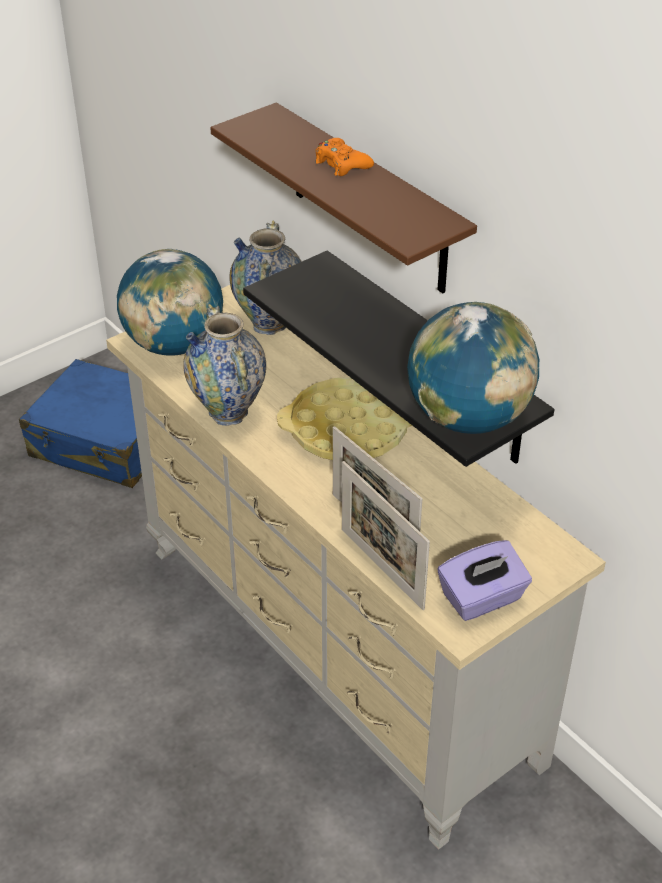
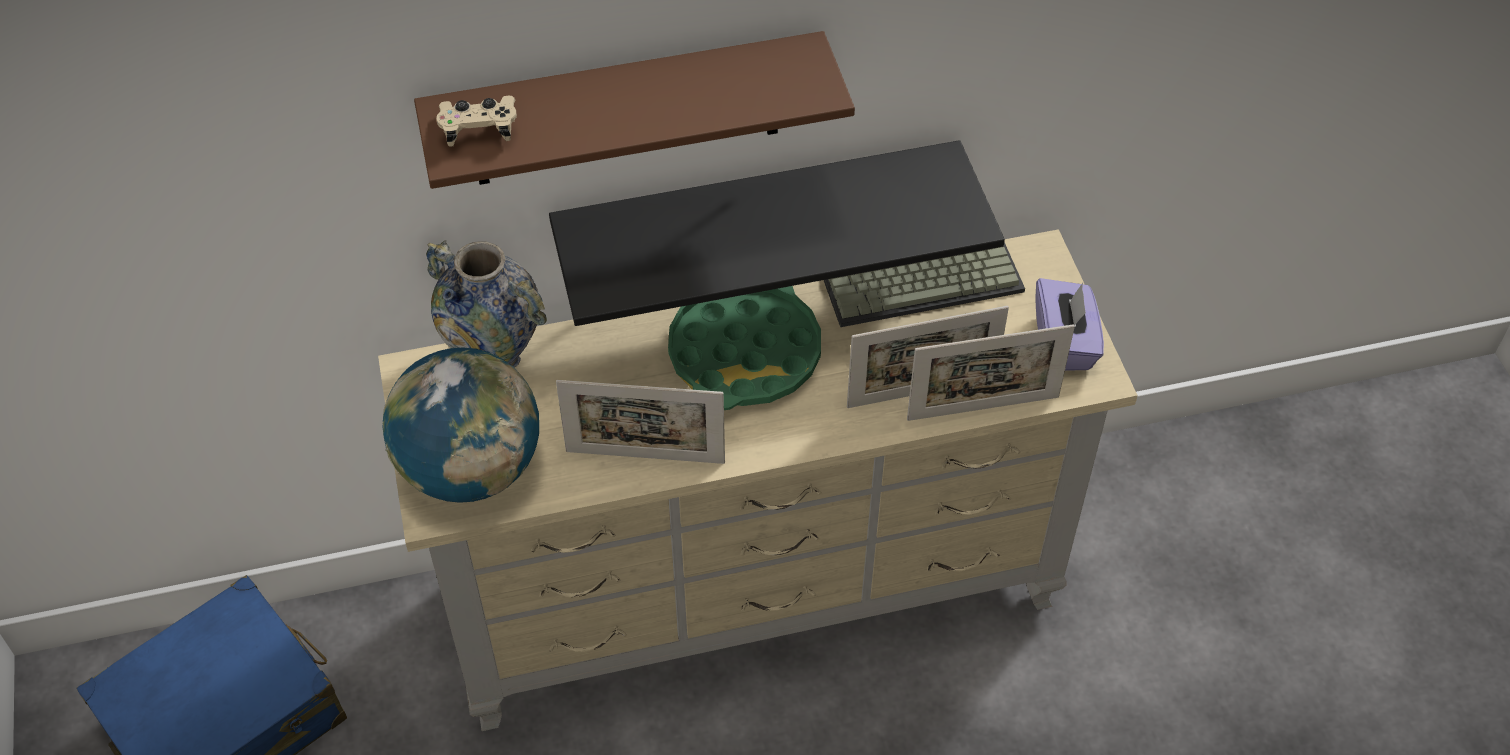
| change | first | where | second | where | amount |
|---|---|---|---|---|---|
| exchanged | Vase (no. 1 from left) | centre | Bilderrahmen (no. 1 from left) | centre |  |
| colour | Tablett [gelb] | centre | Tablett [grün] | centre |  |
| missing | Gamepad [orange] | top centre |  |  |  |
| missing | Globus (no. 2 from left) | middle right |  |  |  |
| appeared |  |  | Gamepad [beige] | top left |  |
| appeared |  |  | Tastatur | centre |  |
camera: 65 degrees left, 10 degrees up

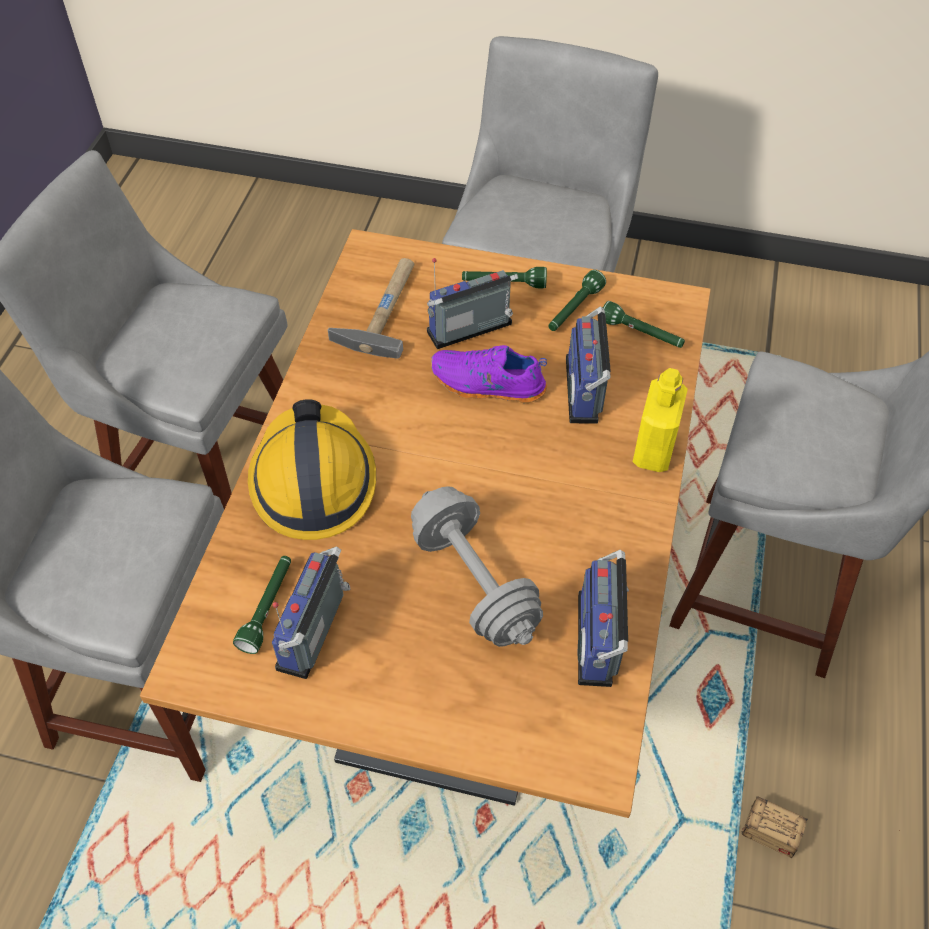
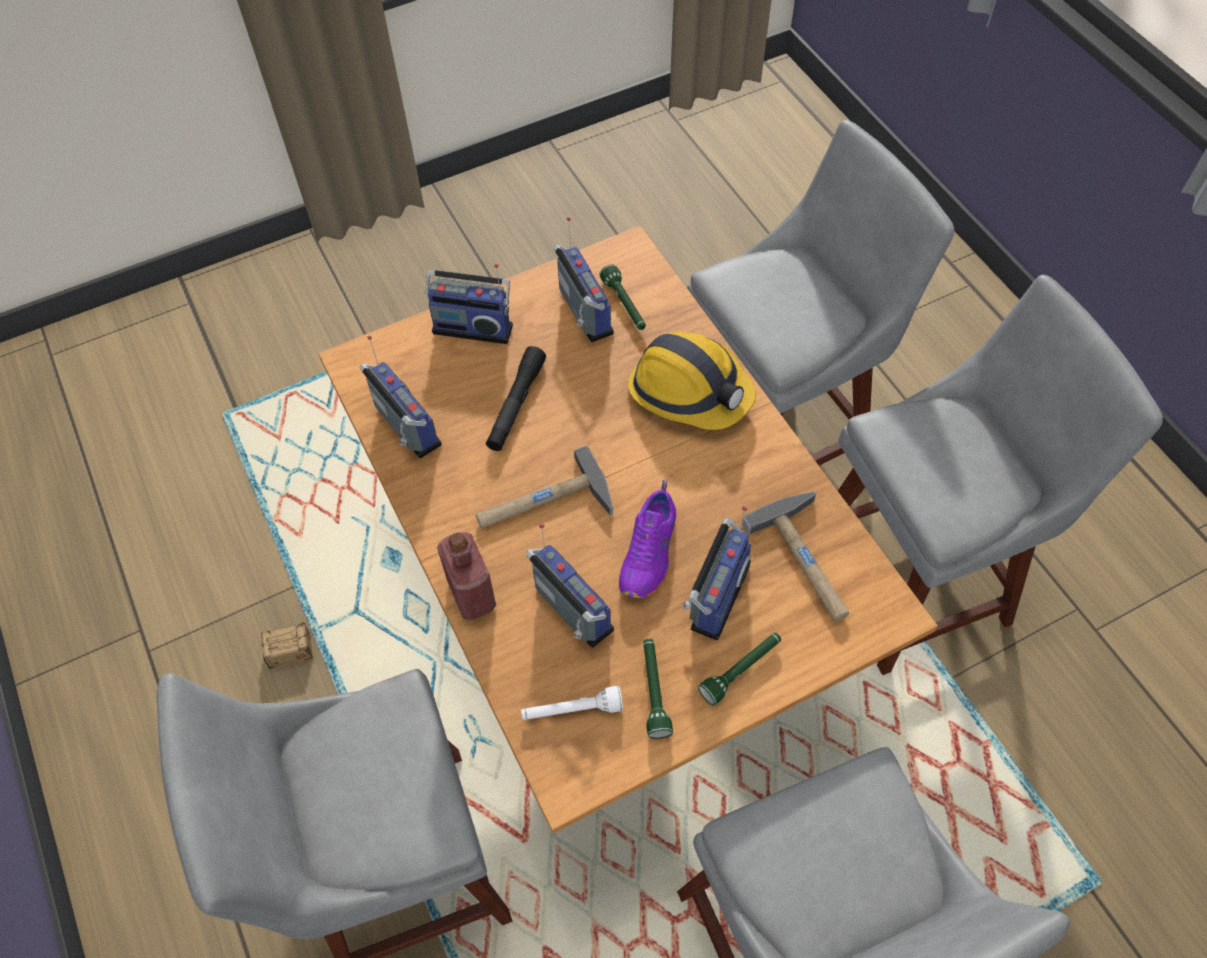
| change | first | where | second | where | amount |
|---|---|---|---|---|---|
| exchanged | Hantel [grau] | centre | Taschenlampe [schwarz] | centre |  |
| spun | Schuh [lila] | centre |  | centre | 135 degrees clockwise |
| colour | Taschenlampe [grün] (no. 4 from left) | middle right | Taschenlampe [weiß] | bottom centre |  |
| colour | Flasche [gelb] | middle right | Flasche [rot] | centre |  |
| appeared |  |  | Radio (no. 2 from left) | top centre |  |
| appeared |  |  | Hammer (no. 1 from left) | centre |  |
camera: 140 degrees right, 5 degrees up

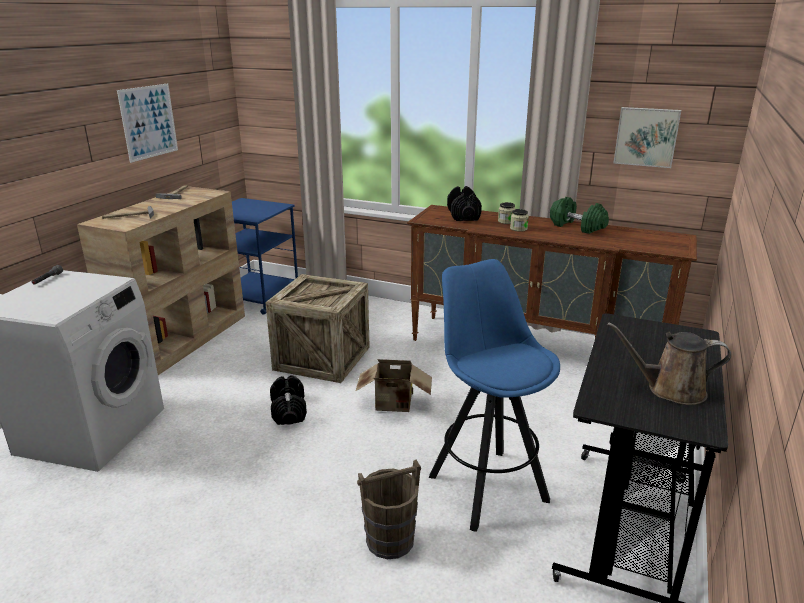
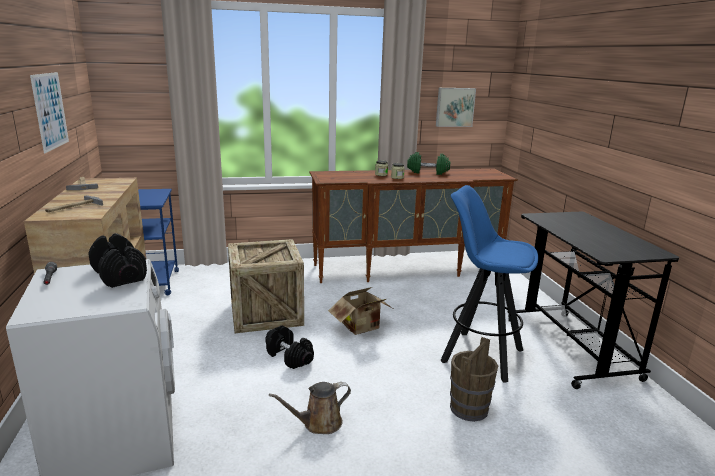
| change | first | where | second | where | amount |
|---|---|---|---|---|---|
| relocated | Hantel [schwarz] (no. 2 from left in the first image) | centre | Hantel [schwarz] (no. 1 from left) | middle left |  |
| relocated | Gießkanne [braun] | middle right |  | bottom centre |  |
camera: 35 degrees left, 5 degrees down

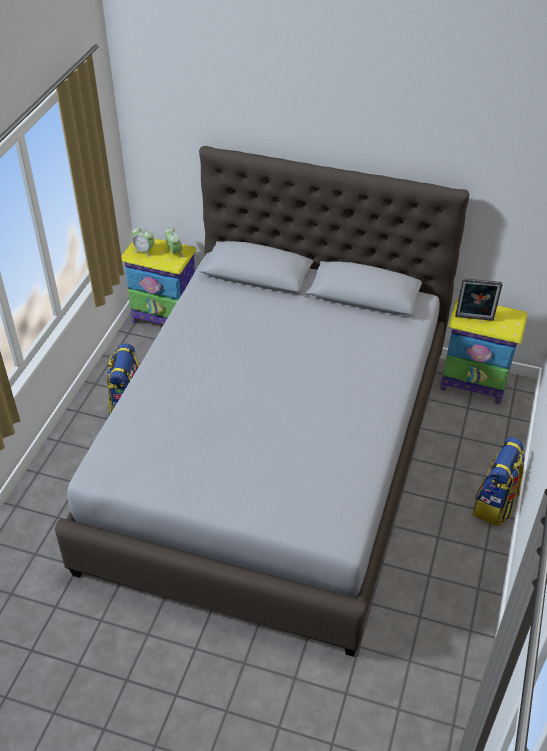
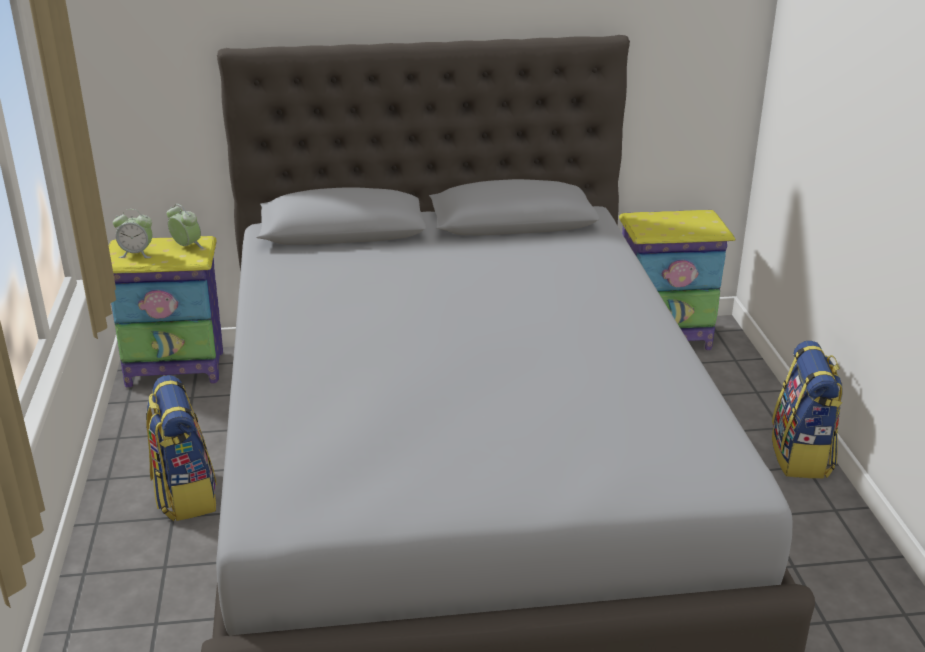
| change | first | where | second | where | amount |
|---|---|---|---|---|---|
| missing | Bilderrahmen | middle right |  |  |  |
camera: 25 degrees left, 15 degrees down

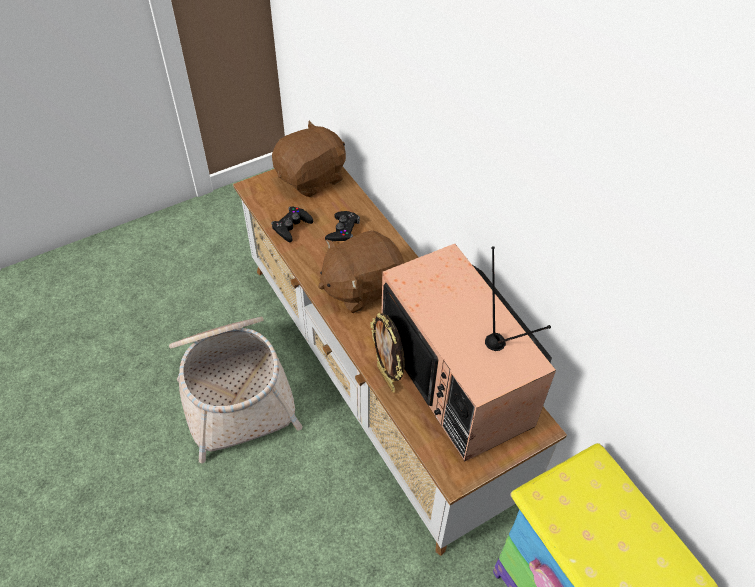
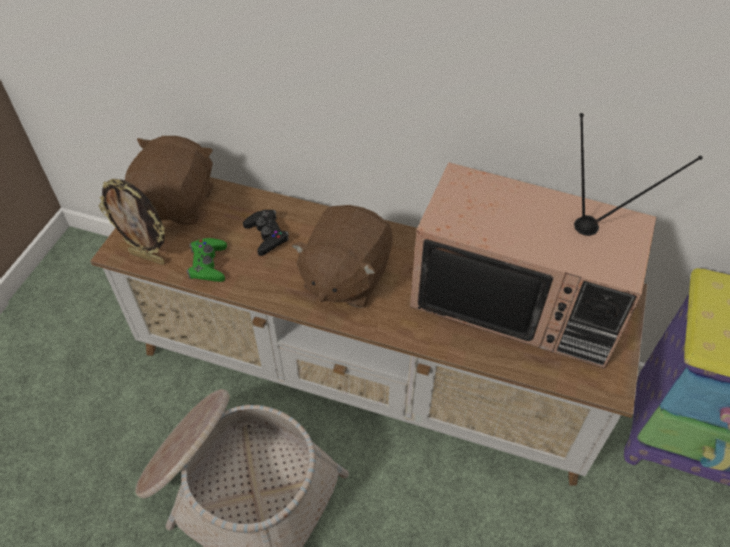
| change | first | where | second | where | amount |
|---|---|---|---|---|---|
| colour | Gamepad [schwarz] (no. 1 from left) | centre | Gamepad [grün] | middle left |  |
| relocated | Bilderrahmen | centre |  | middle left |  |
camera: 40 degrees left, 0 degrees up

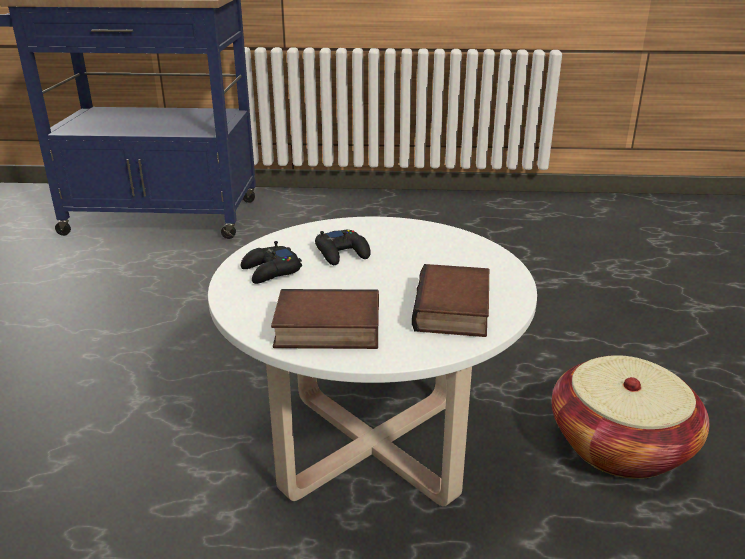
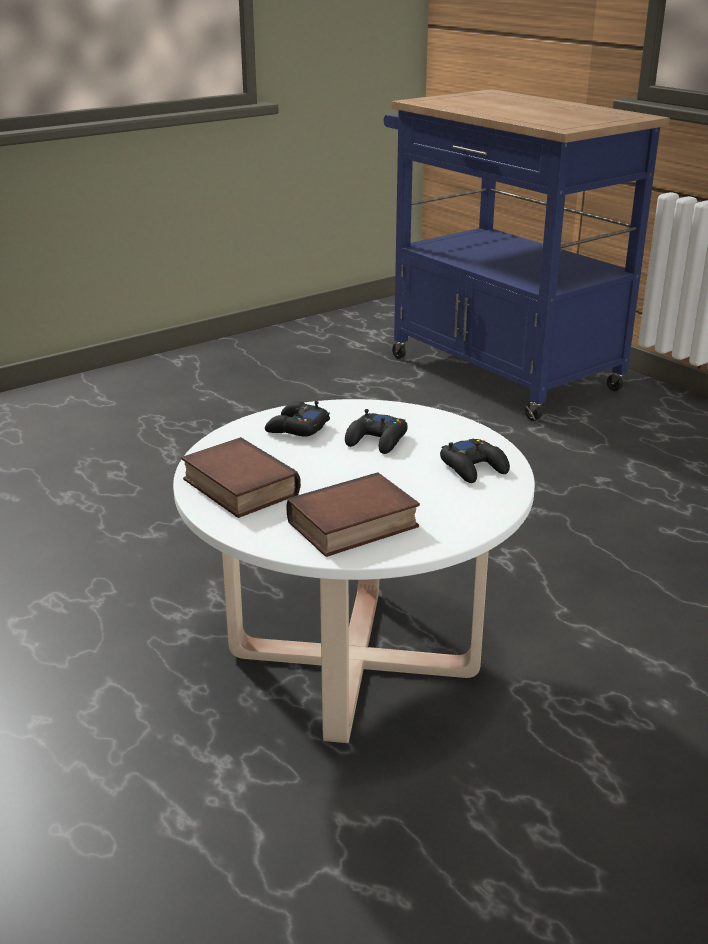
| change | first | where | second | where | amount |
|---|---|---|---|---|---|
| missing | Korb | bottom right |  |  |  |
| appeared |  |  | Gamepad [schwarz] (no. 3 from left) | middle right |  |
camera: 50 degrees right, 0 degrees up

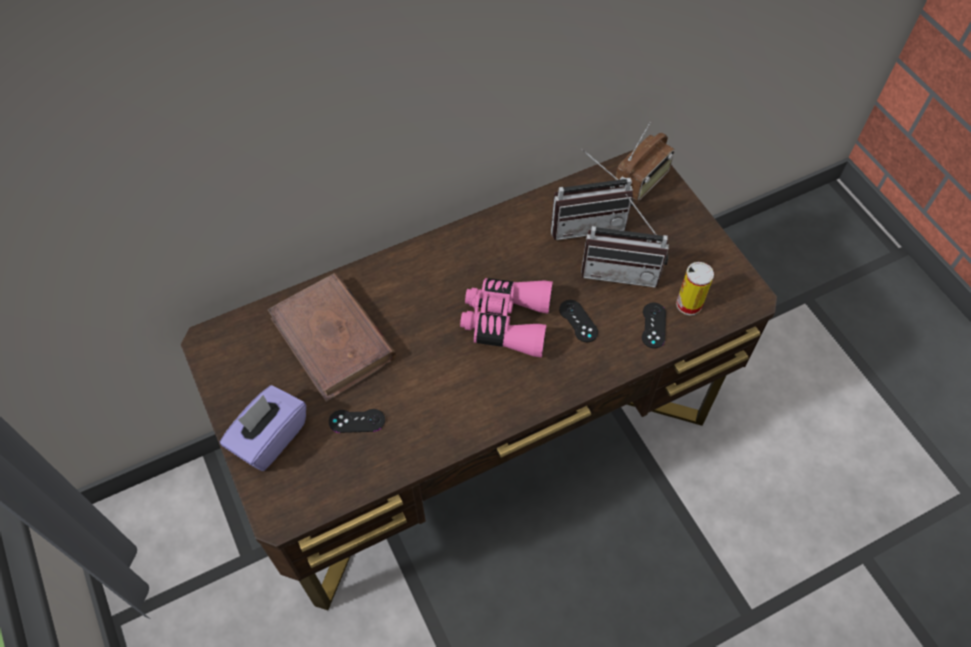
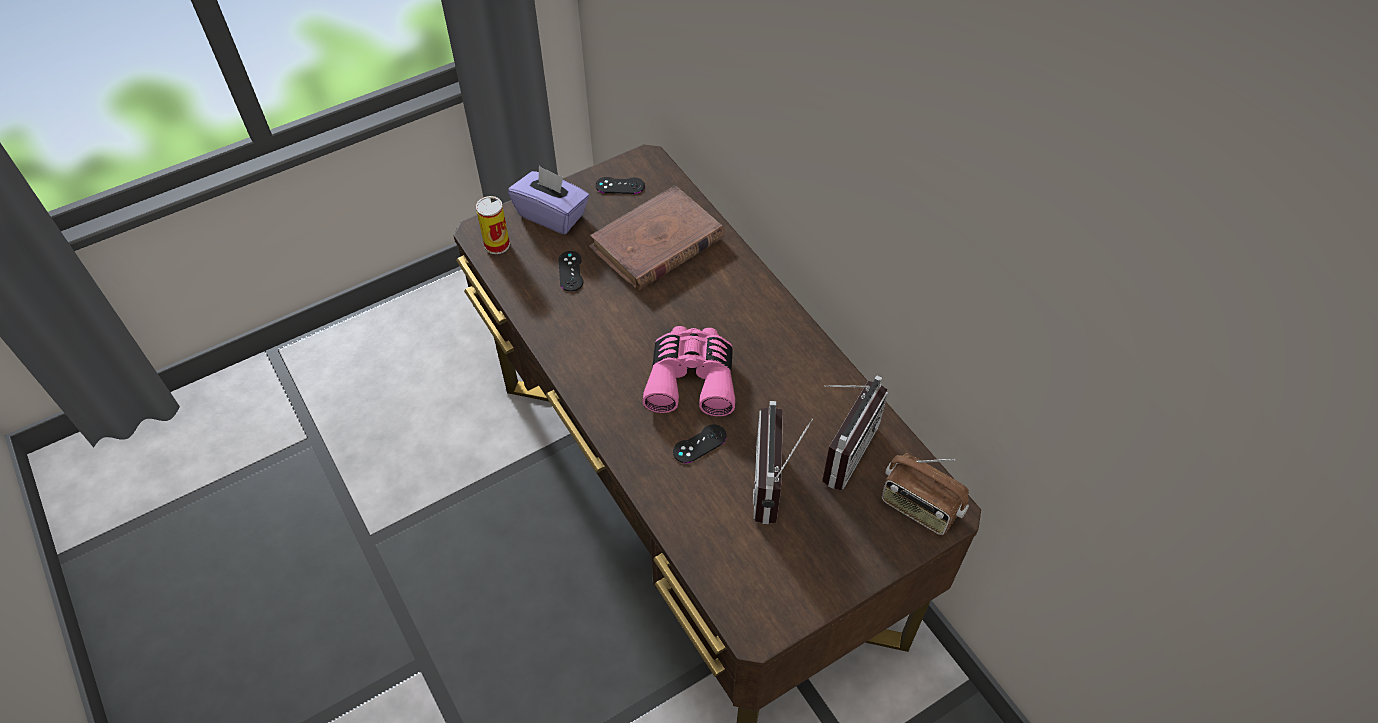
| change | first | where | second | where | amount |
|---|---|---|---|---|---|
| spun | Radio (no. 1 from left in the first image) | top centre | Radio (no. 2 from left) | centre | 135 degrees counterclockwise |
| relocated | Gamepad [schwarz] (no. 3 from left in the first image) | middle right | Gamepad [schwarz] (no. 2 from left) | top centre |  |
| relocated | Dose | middle right |  | top centre |  |
camera: 85 degrees right, 5 degrees down

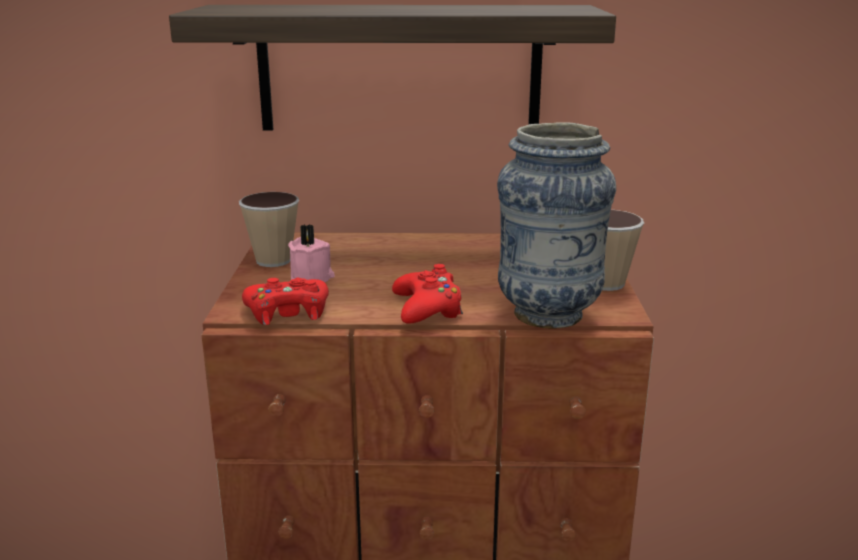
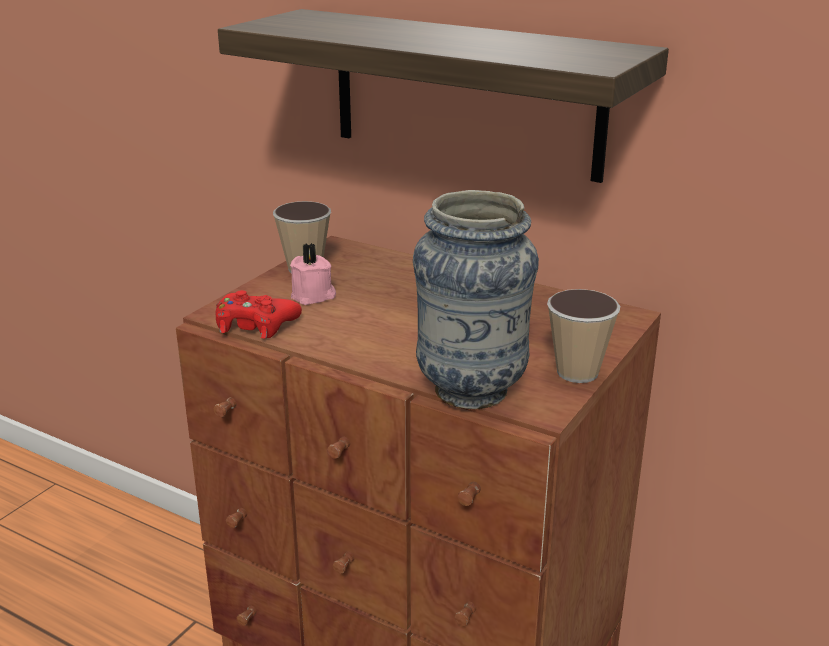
| change | first | where | second | where | amount |
|---|---|---|---|---|---|
| missing | Gamepad [rot] (no. 2 from left) | centre |  |  |  |
camera: 30 degrees right, 5 degrees up

